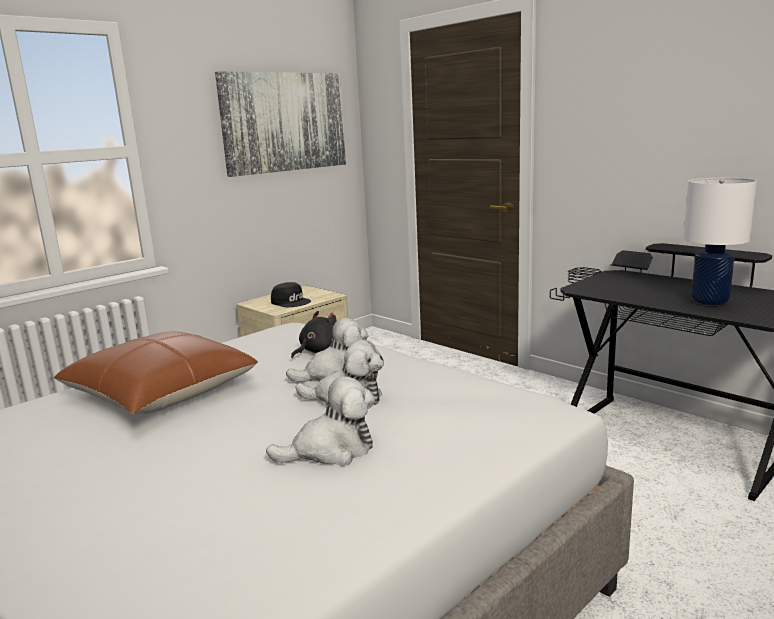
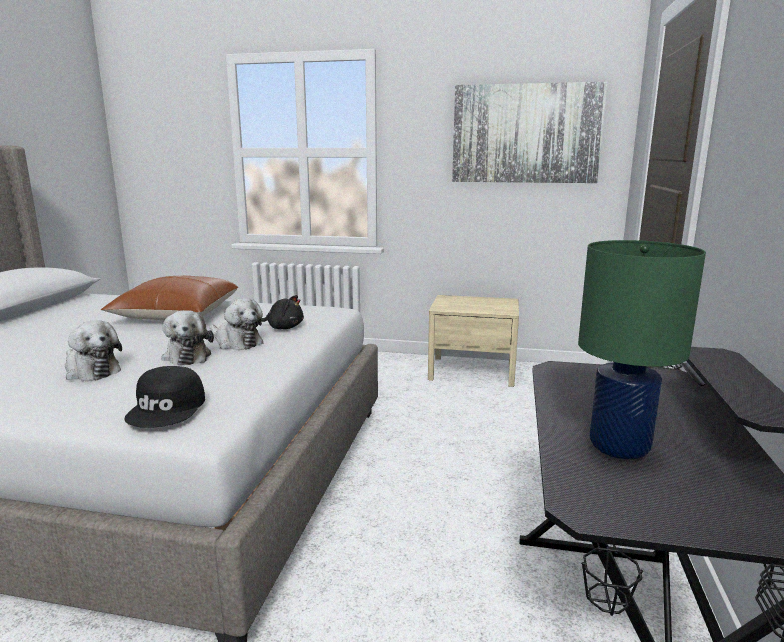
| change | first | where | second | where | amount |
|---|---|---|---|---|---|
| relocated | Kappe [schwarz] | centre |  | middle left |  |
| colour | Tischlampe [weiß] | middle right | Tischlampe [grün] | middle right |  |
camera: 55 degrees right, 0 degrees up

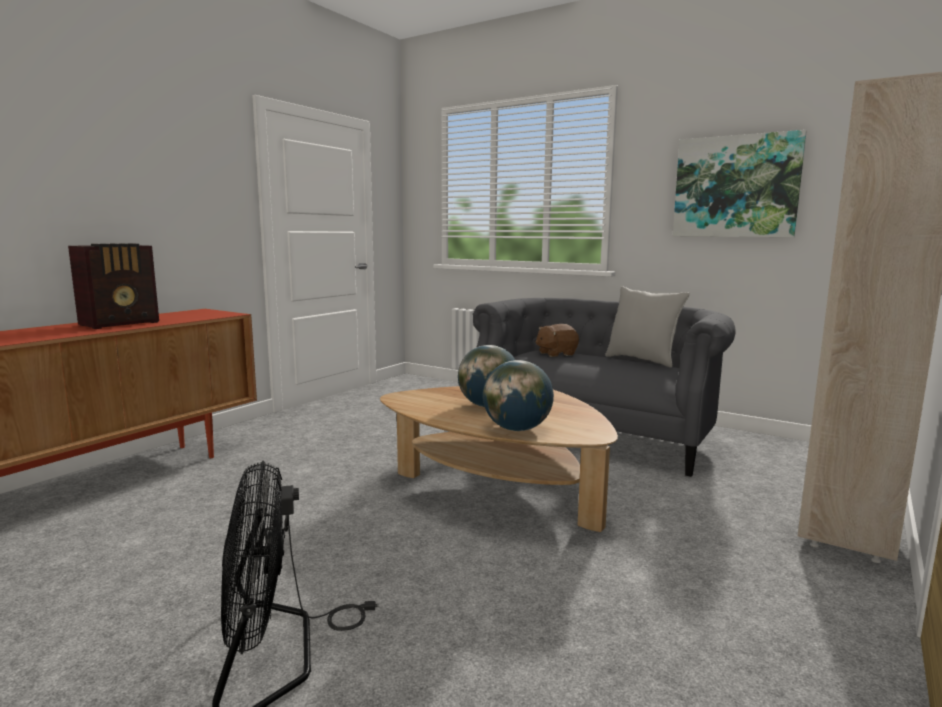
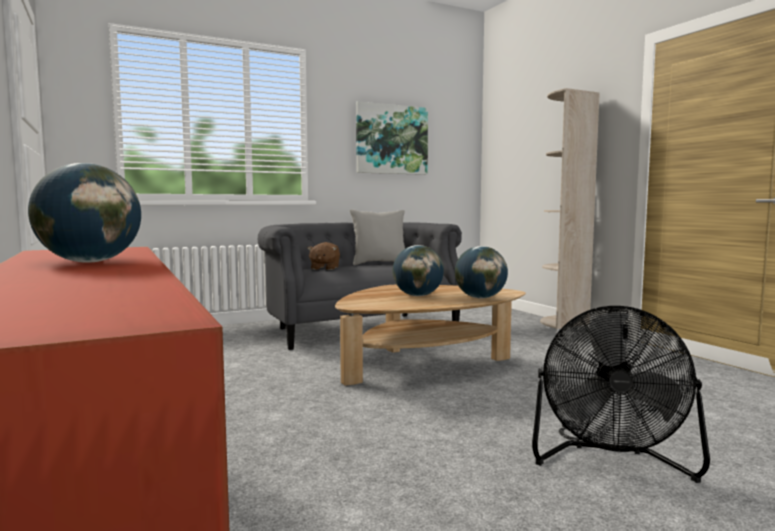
| change | first | where | second | where | amount |
|---|---|---|---|---|---|
| exchanged | Radio | middle left | Globus (no. 1 from left) | middle left |  |
camera: 60 degrees left, 5 degrees down

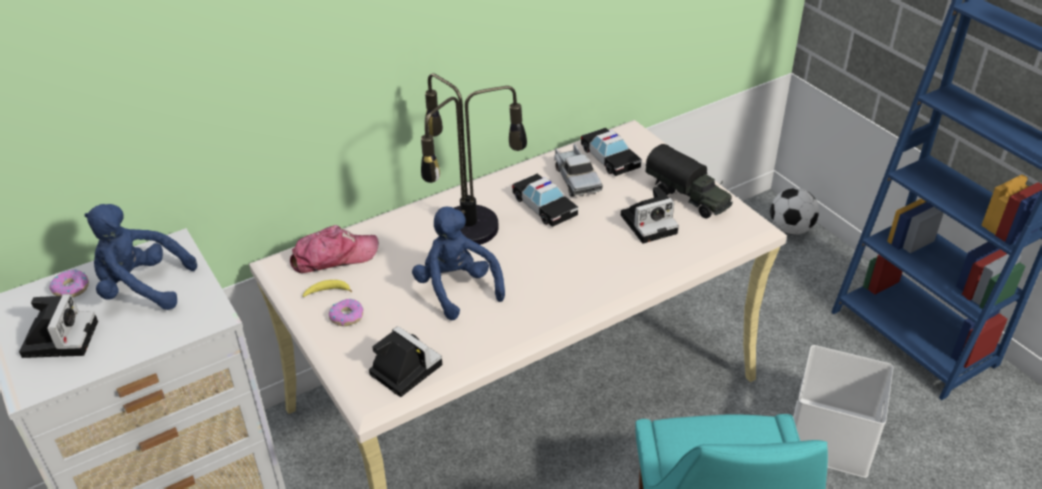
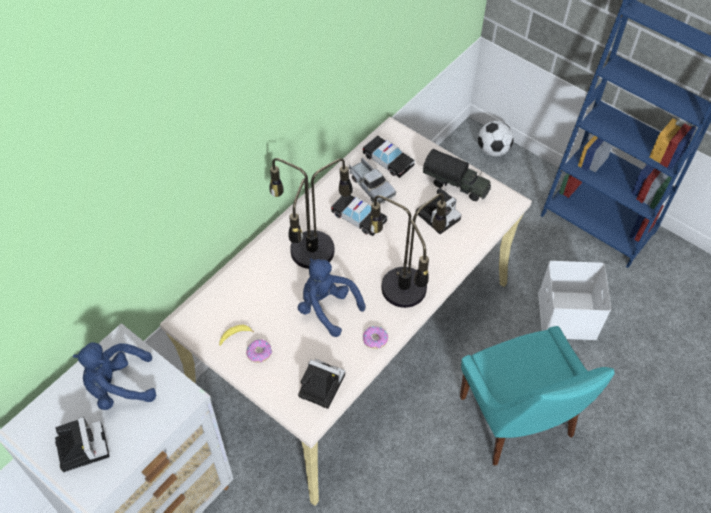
| change | first | where | second | where | amount |
|---|---|---|---|---|---|
| relocated | Donut (no. 1 from left in the first image) | middle left | Donut (no. 2 from left) | centre |  |
| missing | Kappe | middle left |  |  |  |
| appeared |  |  | Tischlampe (no. 2 from left) | centre |  |
camera: 20 degrees left, 15 degrees up

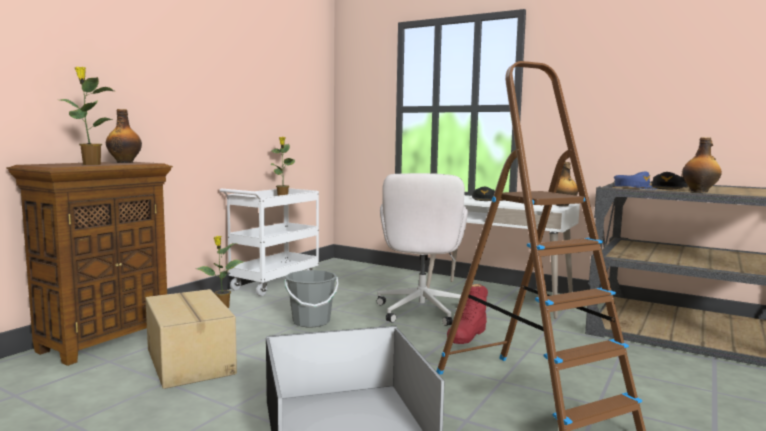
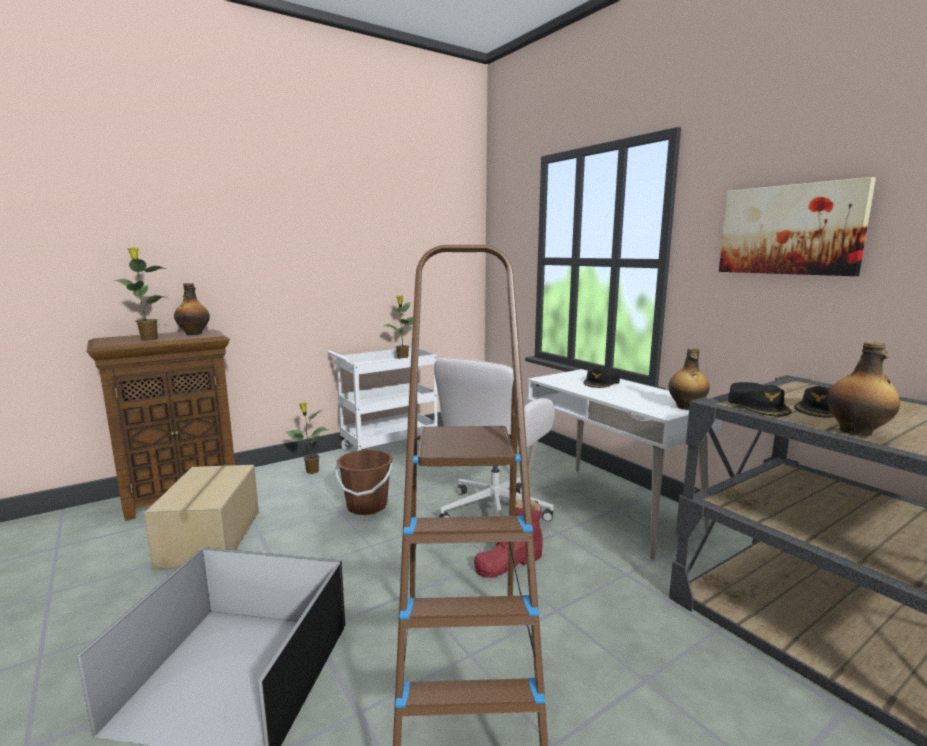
| change | first | where | second | where | amount |
|---|---|---|---|---|---|
| colour | Eimer [grau] | bottom centre | Eimer [braun] | centre |  |
| colour | Kappe [blau] | middle right | Kappe [schwarz] (no. 2 from left) | middle right |  |
| appeared |  |  | Bild | top right |  |
camera: 25 degrees right, 5 degrees up

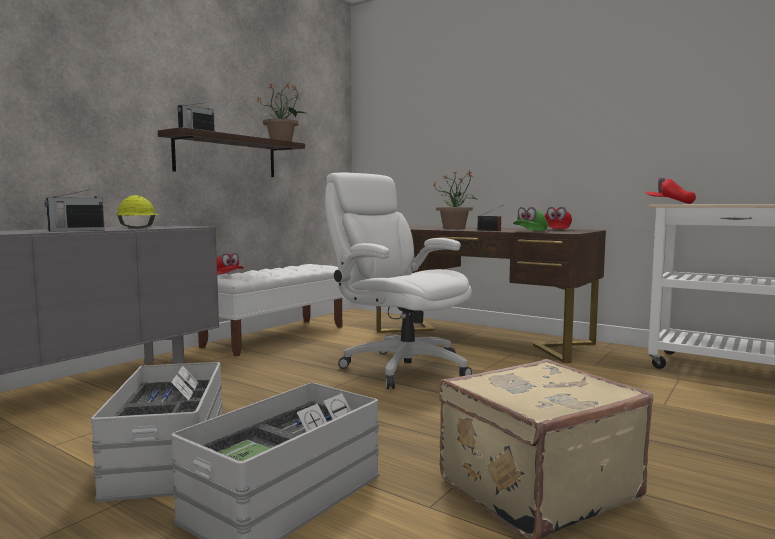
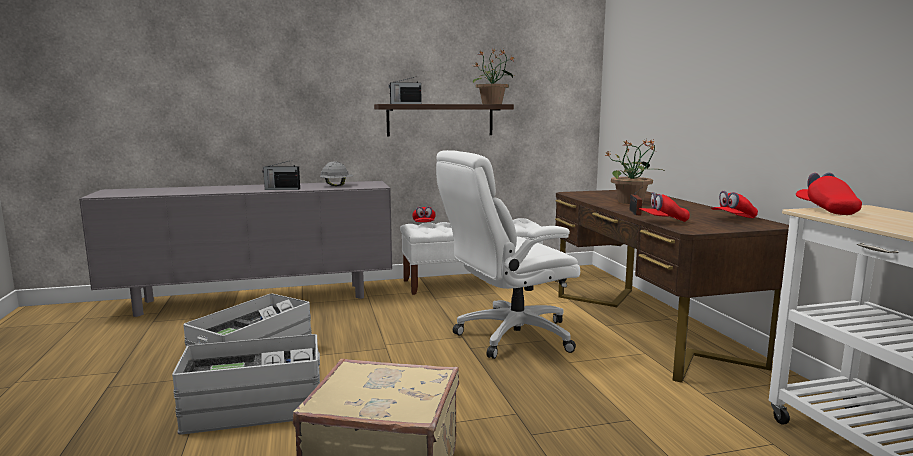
| change | first | where | second | where | amount |
|---|---|---|---|---|---|
| colour | Schutzhelm [gelb] | middle left | Schutzhelm [grau] | centre |  |
| spun | Bürostuhl [weiß] | centre |  | centre | 105 degrees counterclockwise |
| colour | Kappe [grün] | middle right | Kappe [rot] (no. 2 from left) | middle right |  |
camera: 40 degrees right, 5 degrees up

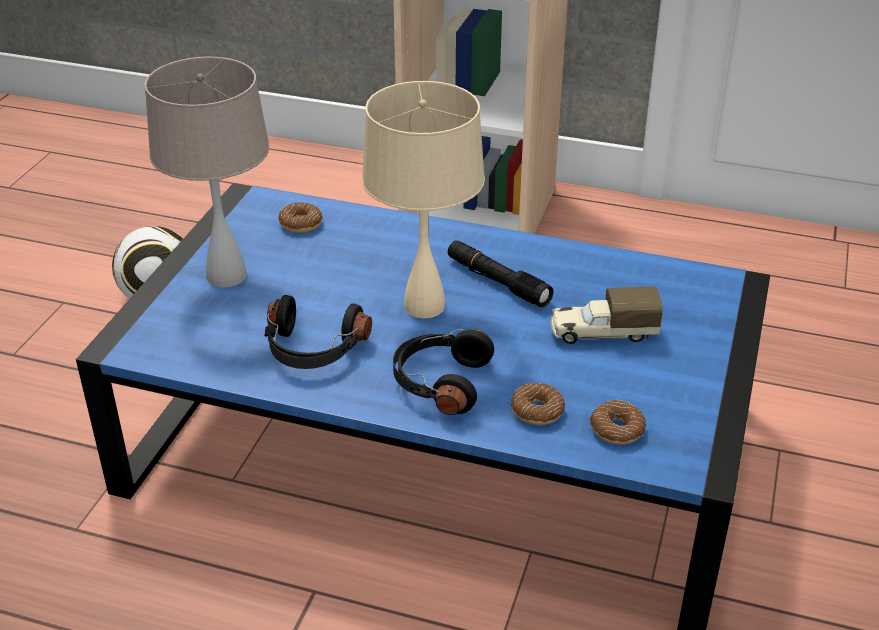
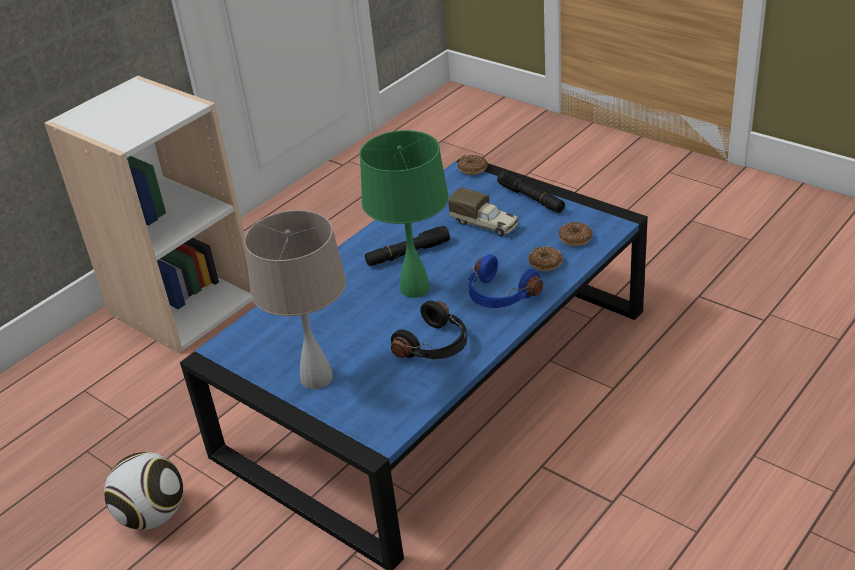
| change | first | where | second | where | amount |
|---|---|---|---|---|---|
| relocated | Donut (no. 1 from left) | centre |  | top centre |  |
| colour | Tischlampe [beige] (no. 2 from left) | top centre | Tischlampe [grün] | centre |  |
| colour | Kopfhörer [schwarz] (no. 2 from left) | centre | Kopfhörer [blau] | centre |  |
| spun | Spielzeuglaster | middle right |  | centre | 75 degrees counterclockwise |
| appeared |  |  | Taschenlampe [schwarz] (no. 2 from left) | centre |  |
camera: 65 degrees left, 0 degrees up

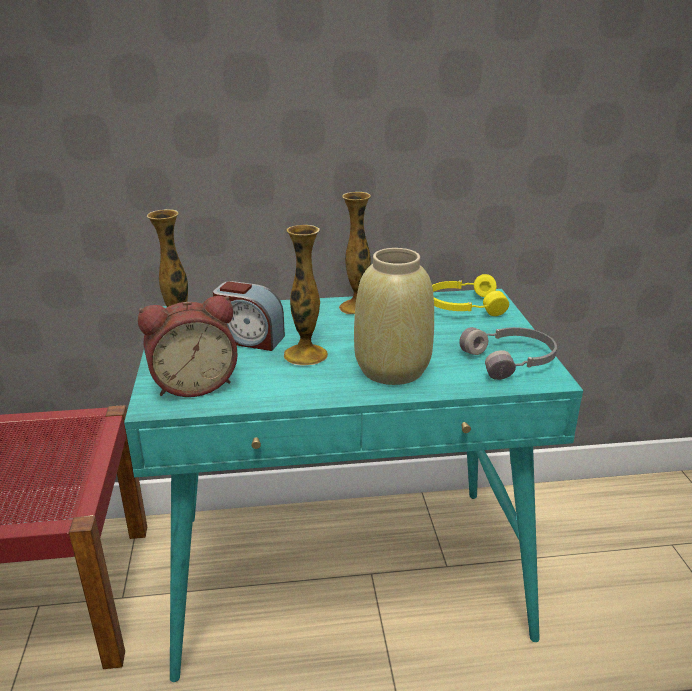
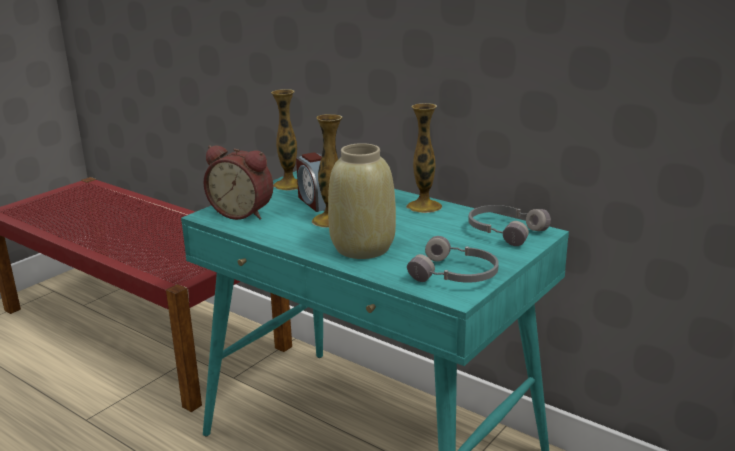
| change | first | where | second | where | amount |
|---|---|---|---|---|---|
| colour | Kopfhörer [gelb] | middle right | Kopfhörer [grau] (no. 2 from left) | middle right |  |
camera: 45 degrees right, 5 degrees down

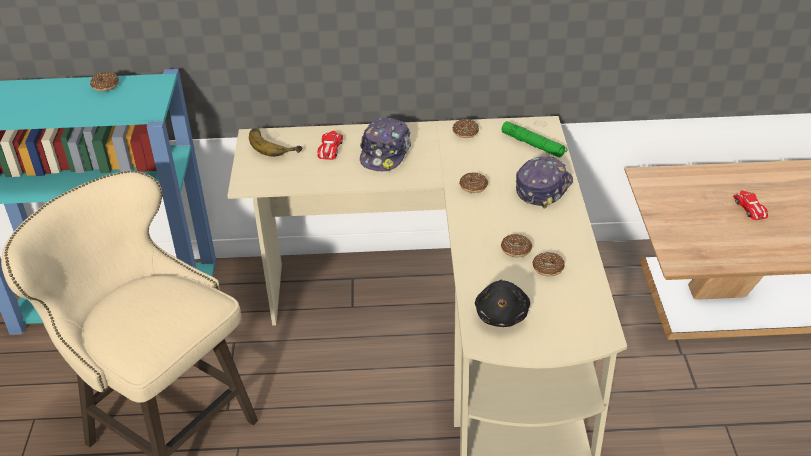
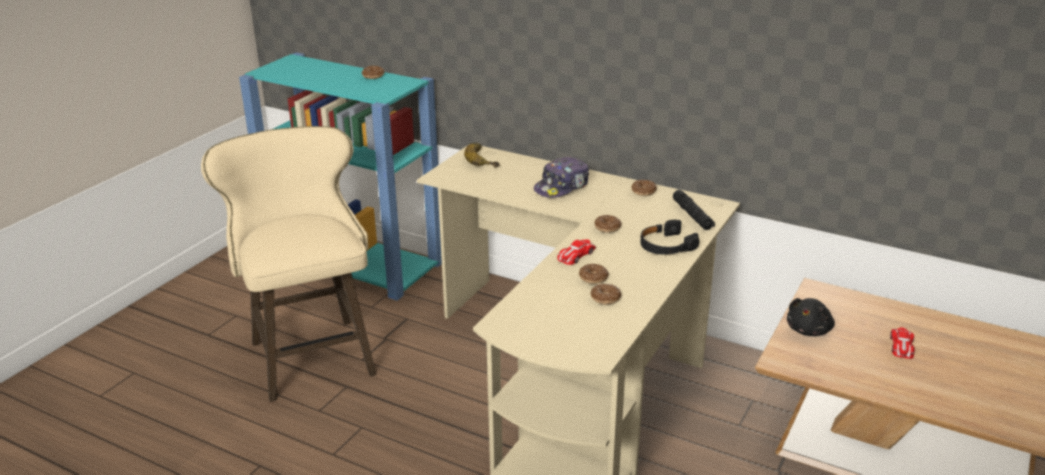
| change | first | where | second | where | amount |
|---|---|---|---|---|---|
| relocated | Spielzeugauto (no. 1 from left) | top centre |  | centre |  |
| relocated | Plüschtier [schwarz] | centre |  | bottom right |  |
| colour | Taschenlampe [grün] | top centre | Taschenlampe [schwarz] | centre |  |
| exchanged | Kappe (no. 2 from left) | middle right | Kopfhörer [schwarz] | centre |  |
camera: 30 degrees right, 10 degrees down

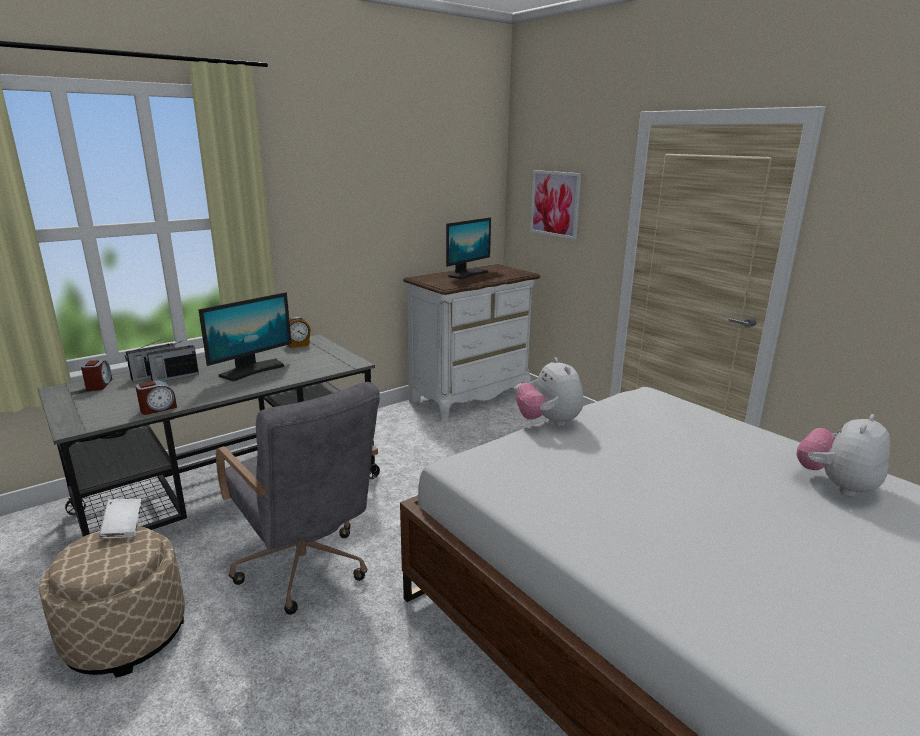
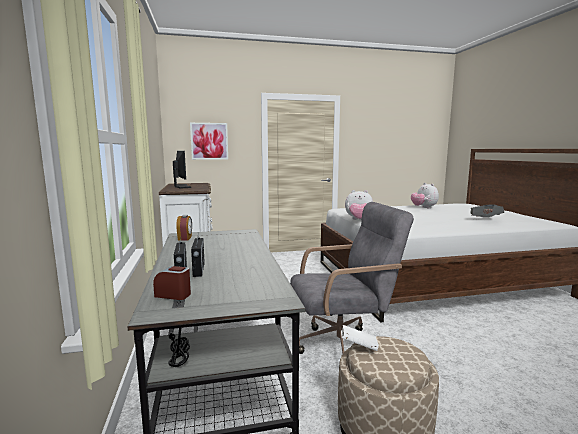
| change | first | where | second | where | amount |
|---|---|---|---|---|---|
| missing | Wecker (no. 2 from left) | middle left |  |  |  |
| missing | Monitor (no. 1 from left) | middle left |  |  |  |
| appeared |  |  | Zeitung | middle right |  |
camera: 65 degrees left, 10 degrees down

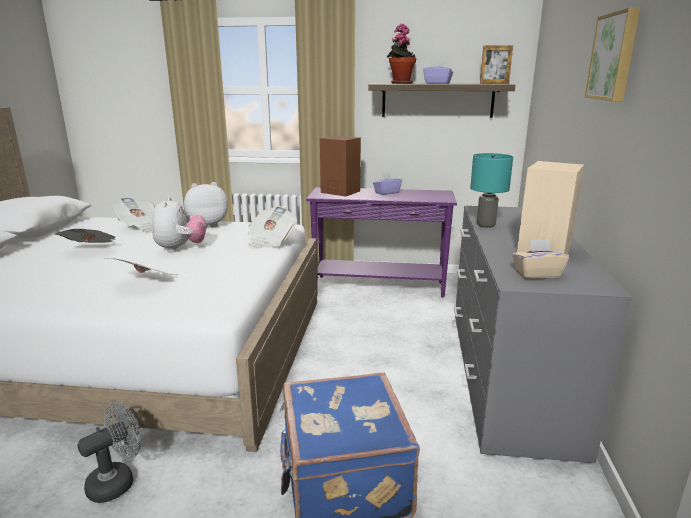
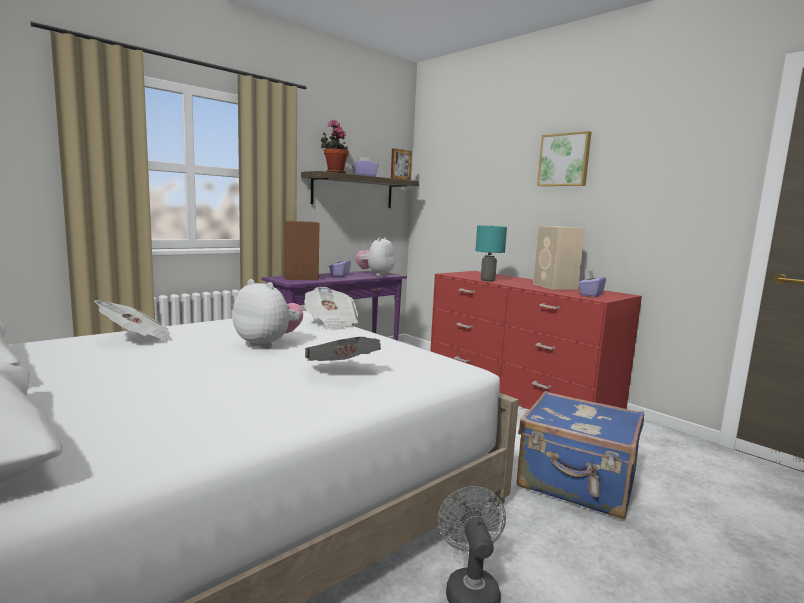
| change | first | where | second | where | amount |
|---|---|---|---|---|---|
| missing | Zeitung (no. 1 from left) | middle left |  |  |  |
| relocated | Plüschtier (no. 2 from left) | middle left |  | centre |  |
| colour | Kommode [grau] | middle right | Kommode [rot] | middle right |  |
| colour | Taschentuchbox [beige] | middle right | Taschentuchbox [lila] (no. 3 from left) | middle right |  |
camera: 50 degrees left, 10 degrees down

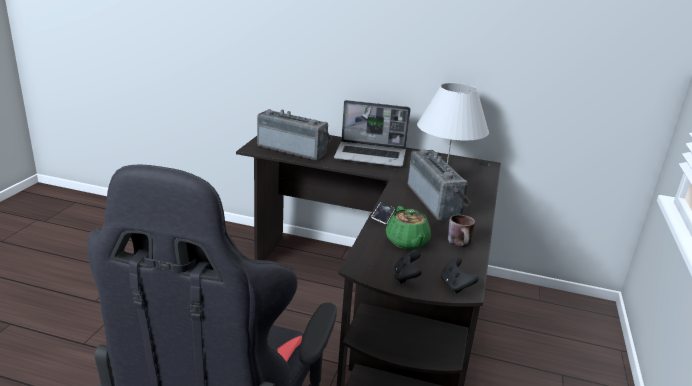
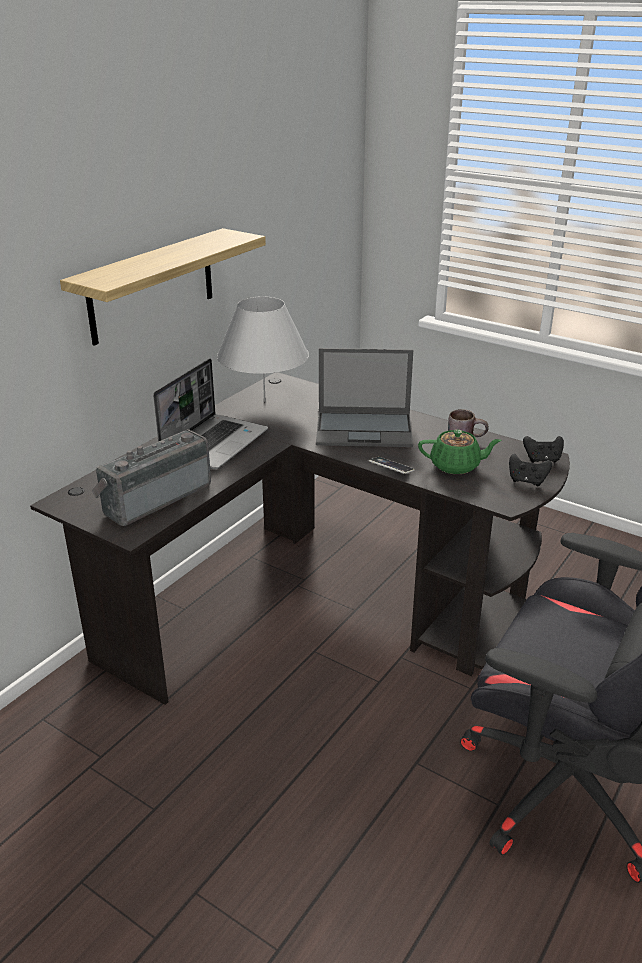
| change | first | where | second | where | amount |
|---|---|---|---|---|---|
| exchanged | Radio (no. 2 from left) | centre | Laptop (no. 2 from left) | centre |  |
| appeared |  |  | Wandregal | top left |  |
camera: 70 degrees left, 5 degrees up

